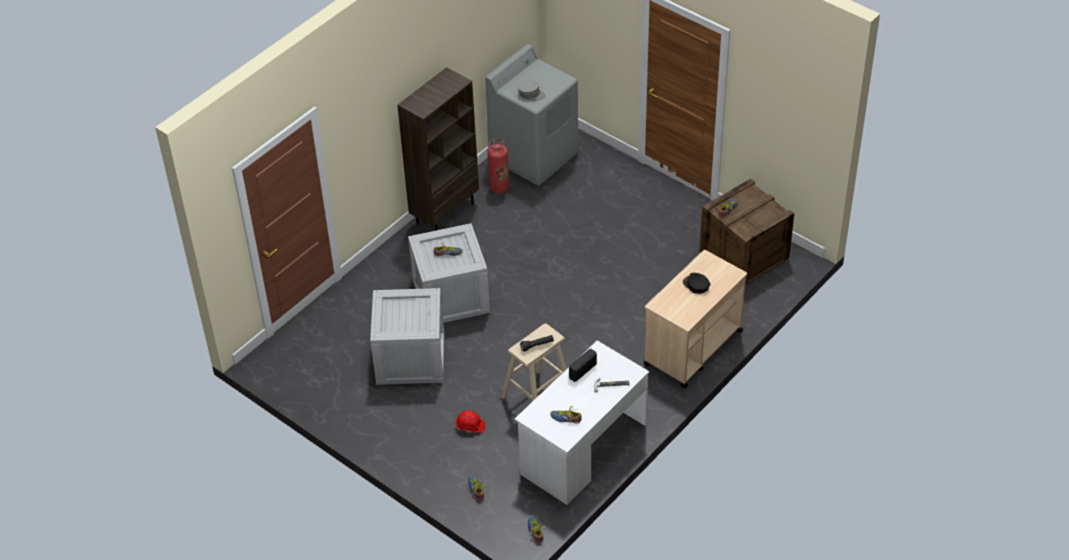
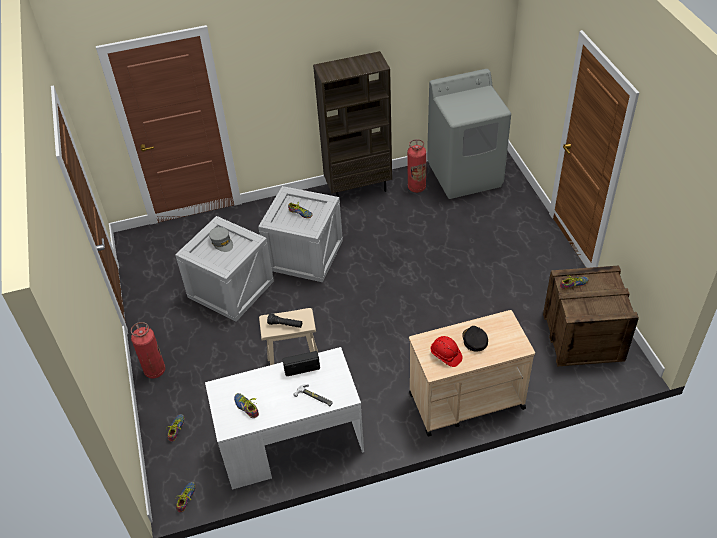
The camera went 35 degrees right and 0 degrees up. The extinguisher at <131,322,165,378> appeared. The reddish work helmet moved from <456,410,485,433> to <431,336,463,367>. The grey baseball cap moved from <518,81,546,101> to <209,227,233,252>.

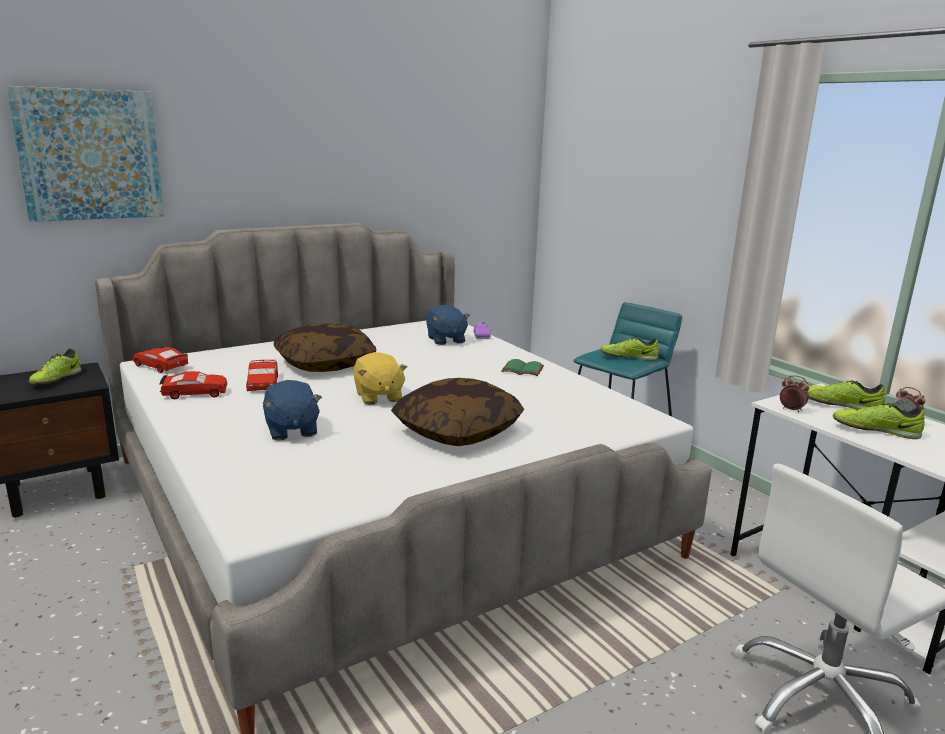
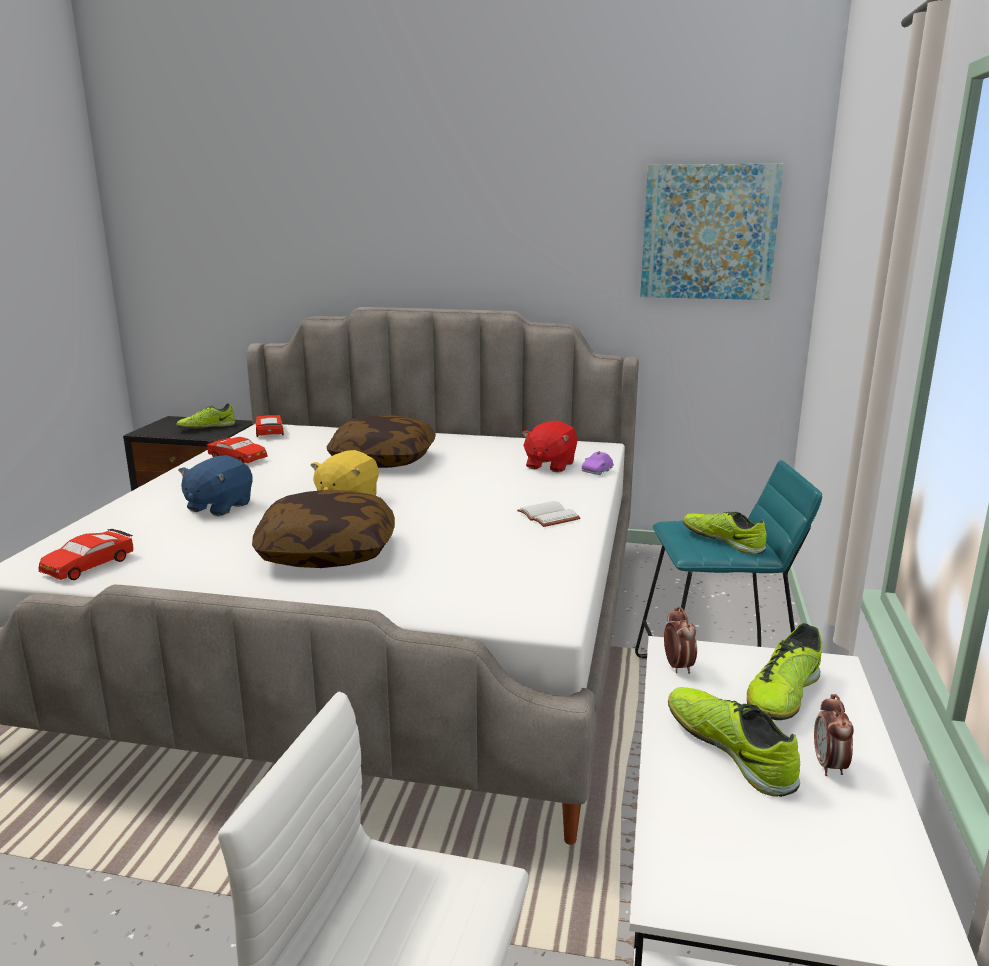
The camera went 45 degrees right and 0 degrees up. The wall picture moved from <6,86,164,222> to <640,164,784,300>. The reddish model car moved from <246,360,278,391> to <39,529,134,580>. The bluish cuddly toy at <426,305,470,345> became the reddish cuddly toy at <522,421,577,472>. The greenish bound book at <501,359,544,376> became the white-coloured bound book at <517,501,580,527>. The item of footwear at <808,380,885,410> turned 120 degrees counterclockwise.

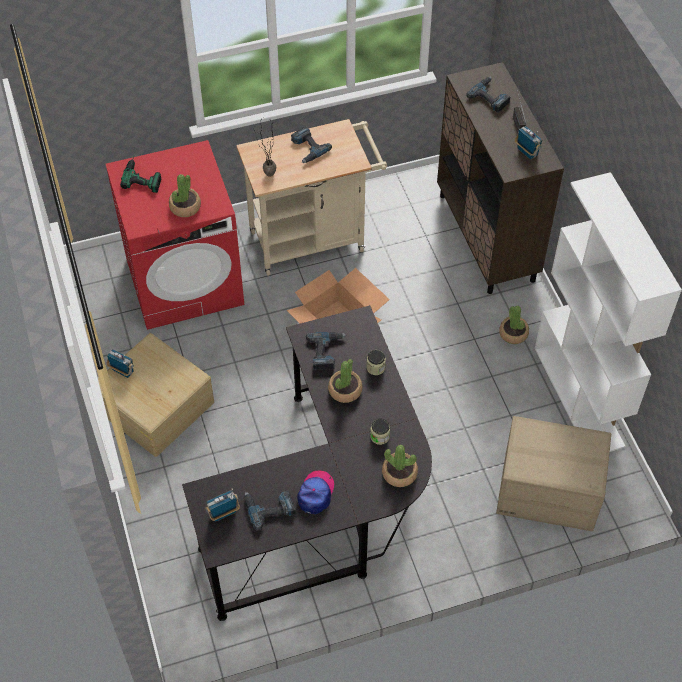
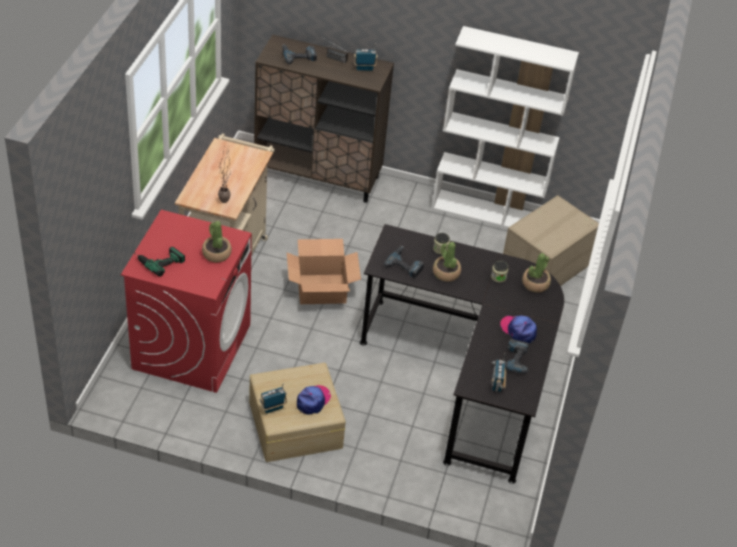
The camera went 60 degrees left and 10 degrees down. The power drill at <291,127,332,163> disappeared. The plant in a pot at <499,306,529,344> disappeared. The baseball cap at <297,385,331,415> appeared.

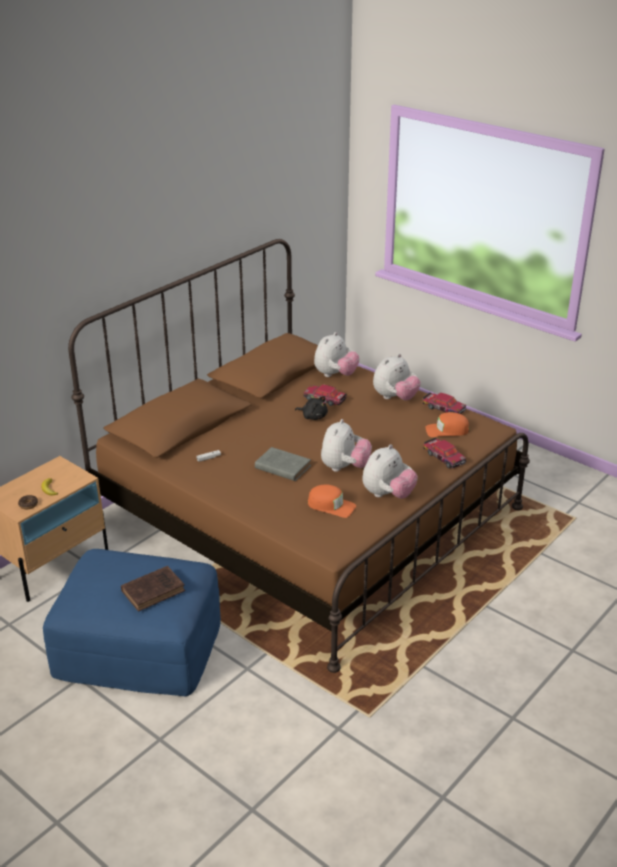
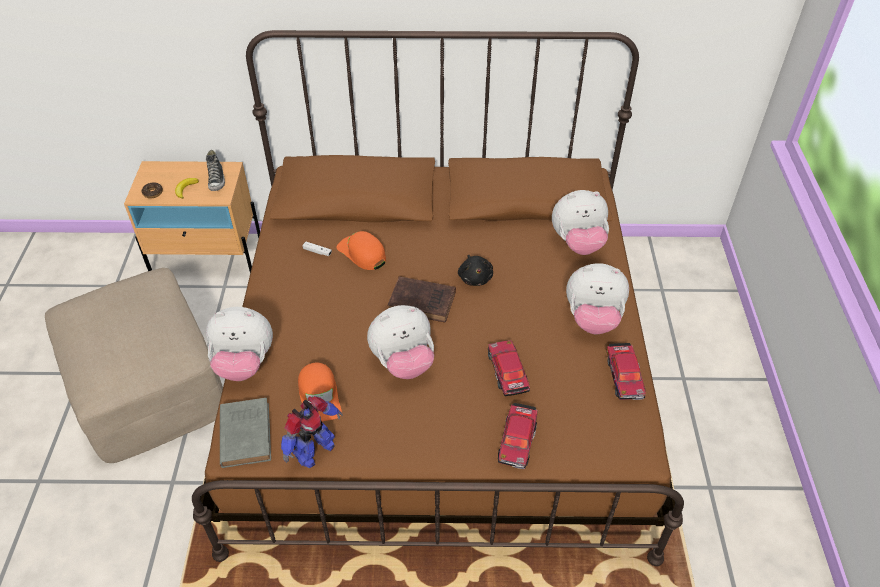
The camera went 50 degrees right and 15 degrees up. The item of footwear at <206,150,225,191> appeared. The toy robot at <281,396,343,468> appeared. The brown bound book moved from <121,566,185,612> to <388,276,456,323>. The grey bound book moved from <255,447,311,481> to <220,398,271,468>. The model car moved from <304,384,347,406> to <488,340,530,396>. The cuddly toy moved from <362,444,418,499> to <206,307,273,381>. The orangey baseball cap moved from <425,412,469,437> to <336,231,386,270>. The bluish footrest at <43,549,221,696> became the sand-coloured footrest at <45,268,223,463>.

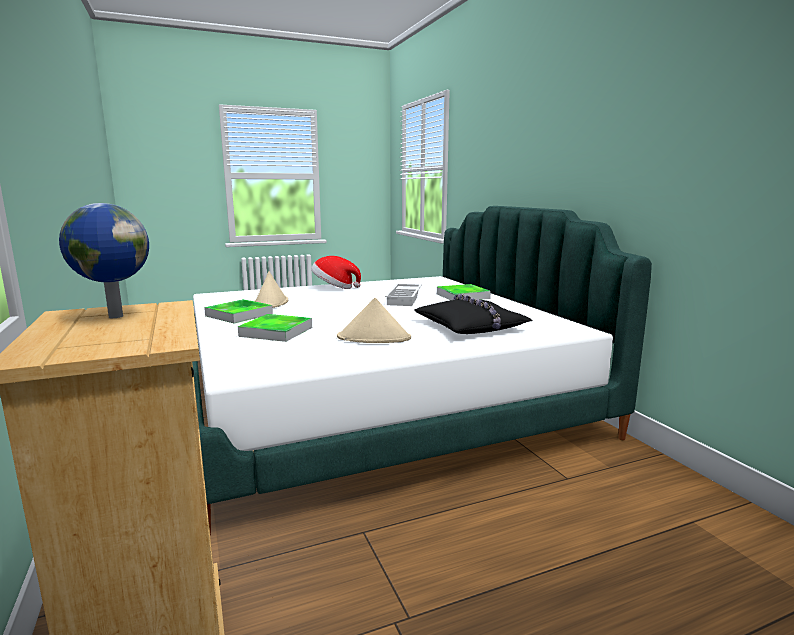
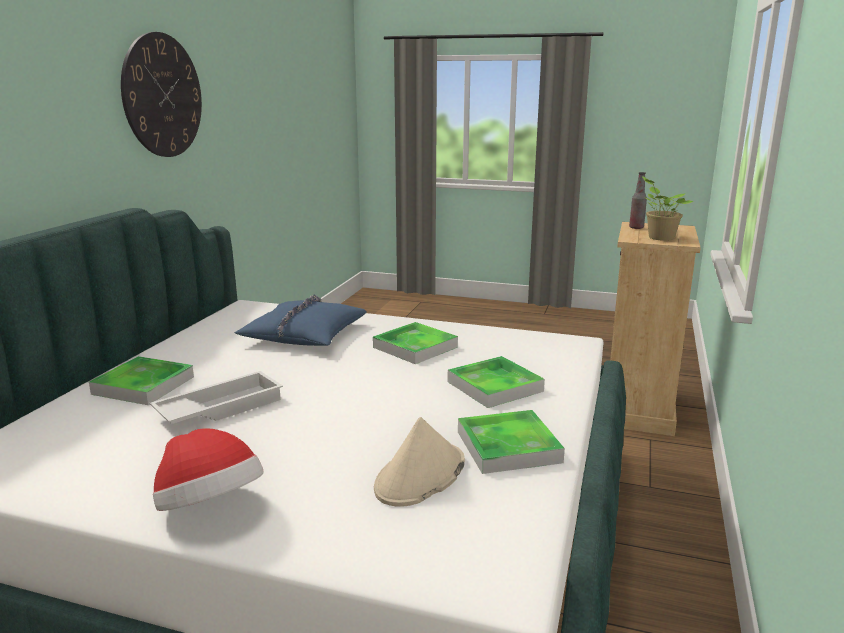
The camera went 140 degrees left and 5 degrees up. The wall clock at <121,32,202,157> appeared. The drink bottle at <629,172,647,229> appeared. The globe at <59,203,149,318> was replaced by the plant in a pot at <642,176,693,241>. The sand-coloured clothing hat at <337,298,411,343> was replaced by the tray at <373,322,458,364>. The black cushion at <414,294,533,334> became the bluish cushion at <234,294,366,346>.

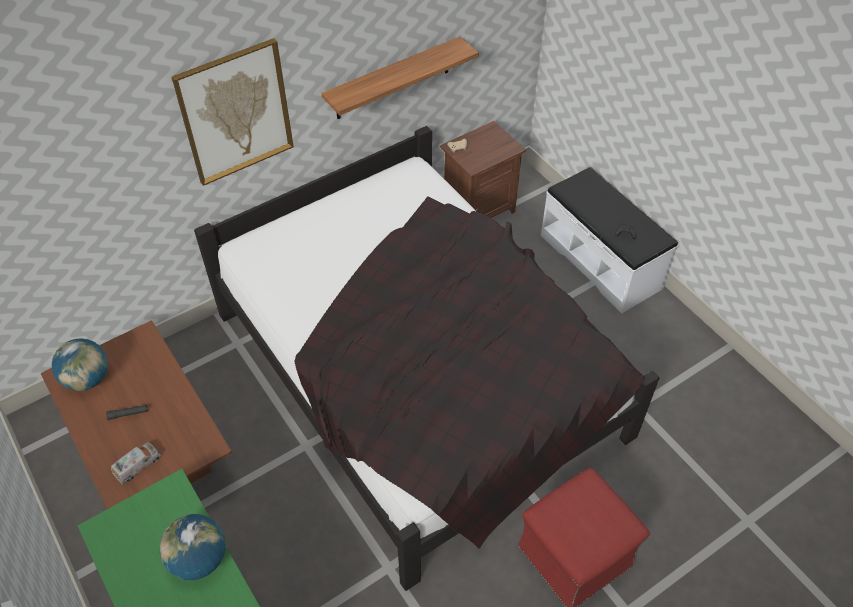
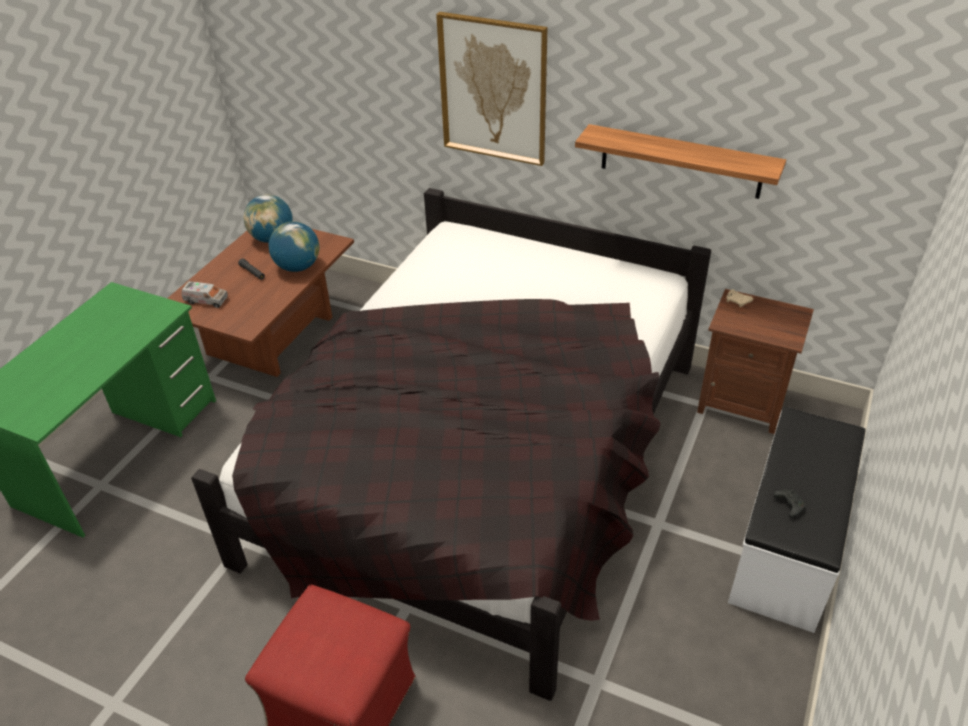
The camera went 60 degrees right and 10 degrees down. The globe moved from <159,514,226,580> to <269,222,320,272>.

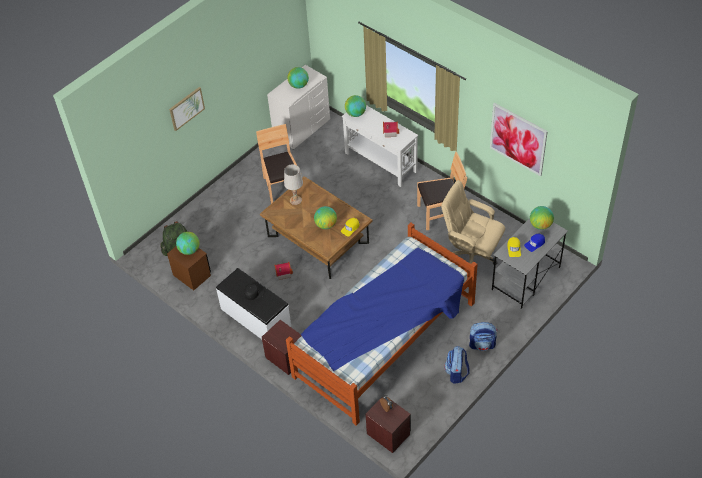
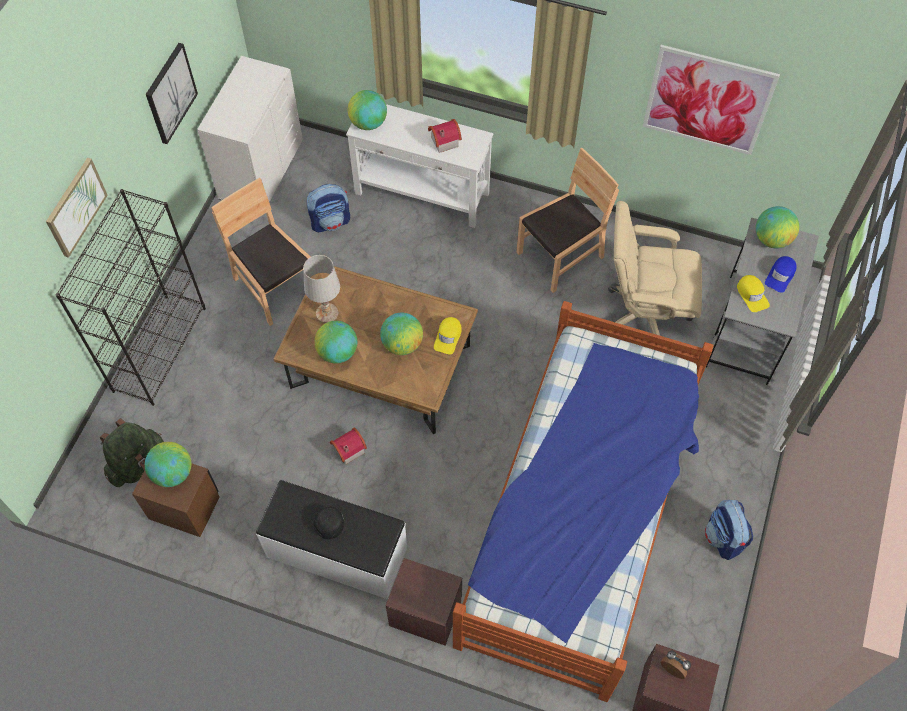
The camera went 25 degrees left and 10 degrees up. The black bookcase at <55,189,206,406> appeared. The wall picture at <146,43,198,144> appeared. The globe moved from <287,67,309,89> to <314,321,357,363>. The knapsack moved from <469,322,497,351> to <307,184,350,232>.

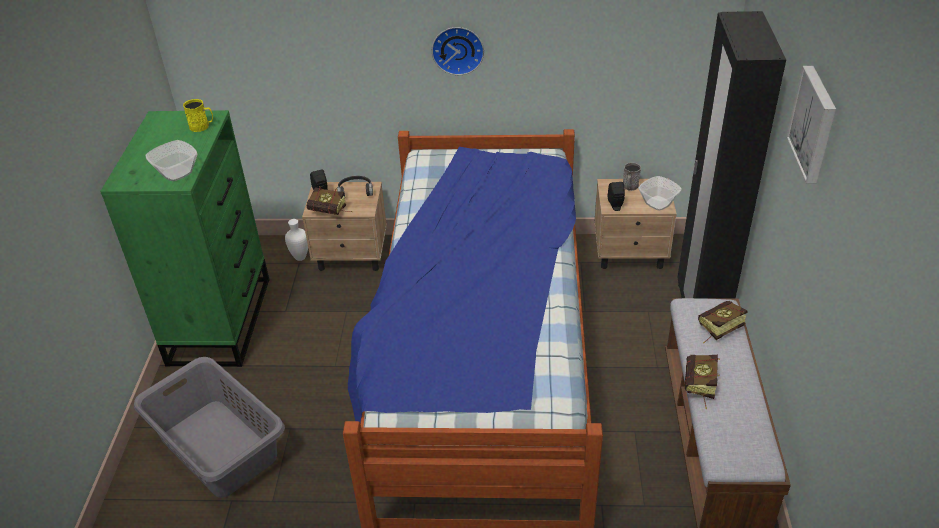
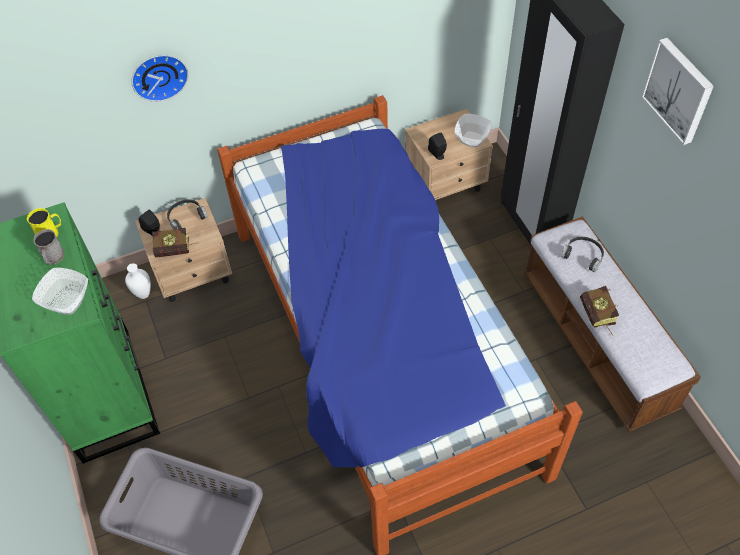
The camera went 25 degrees left and 15 degrees up. The wall clock moved from <432,27,484,75> to <131,55,188,102>. The grey tea mug moved from <623,163,641,191> to <33,229,64,265>. The bound book at <698,301,748,344> was replaced by the black headset at <561,237,604,272>.

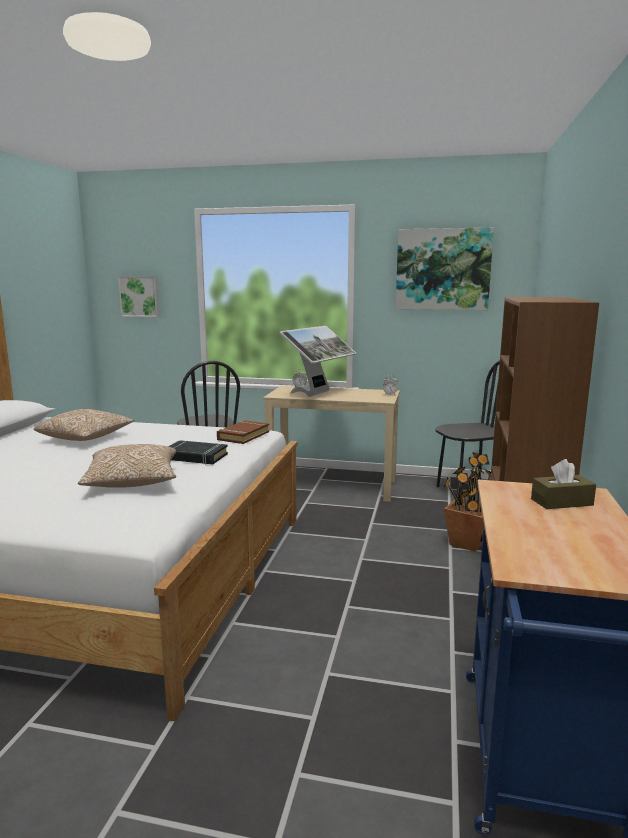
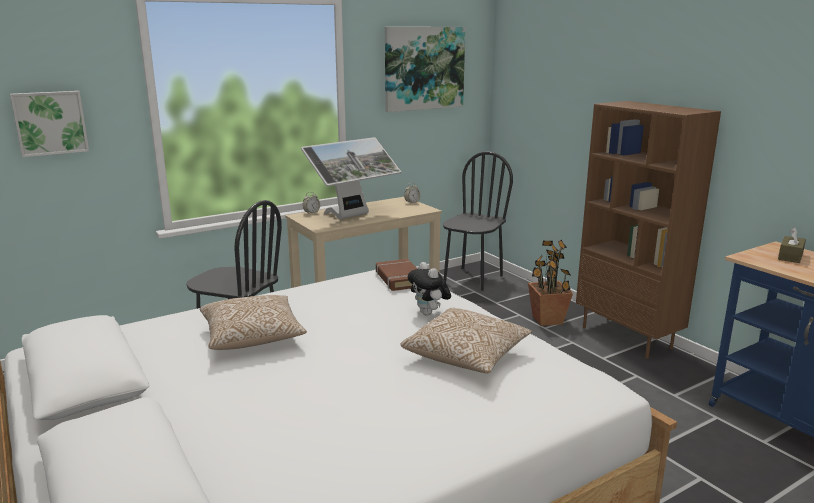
The camera went 45 degrees left and 5 degrees up. The black bound book at <168,440,228,465> was replaced by the cuddly toy at <407,262,451,316>. The monitor at <280,326,356,397> turned 60 degrees clockwise.

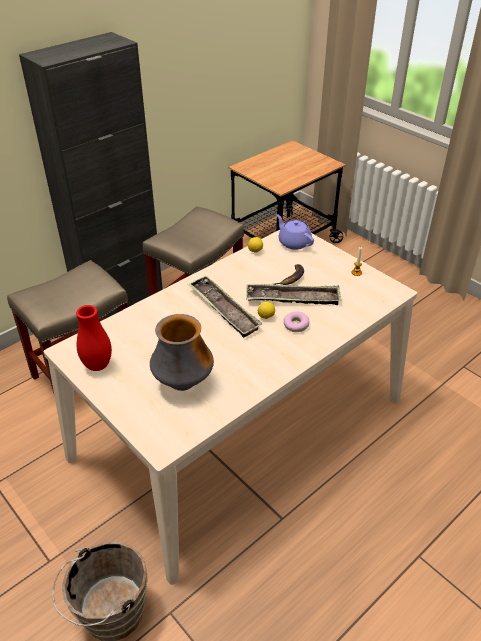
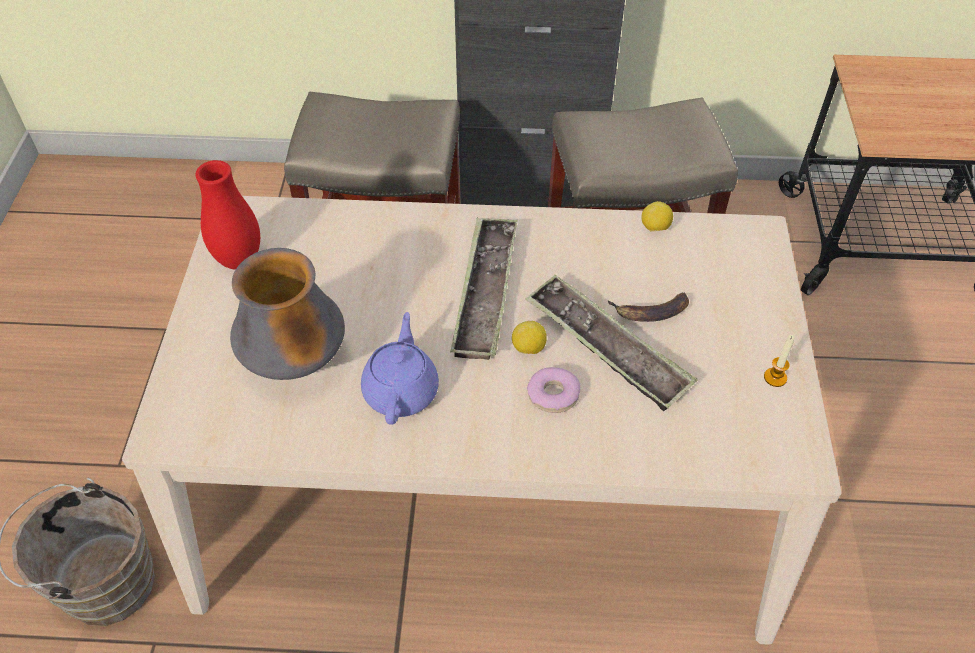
The camera went 45 degrees right and 10 degrees up. The purple-coloured pot for tea moved from <276,214,314,250> to <361,312,439,425>.

